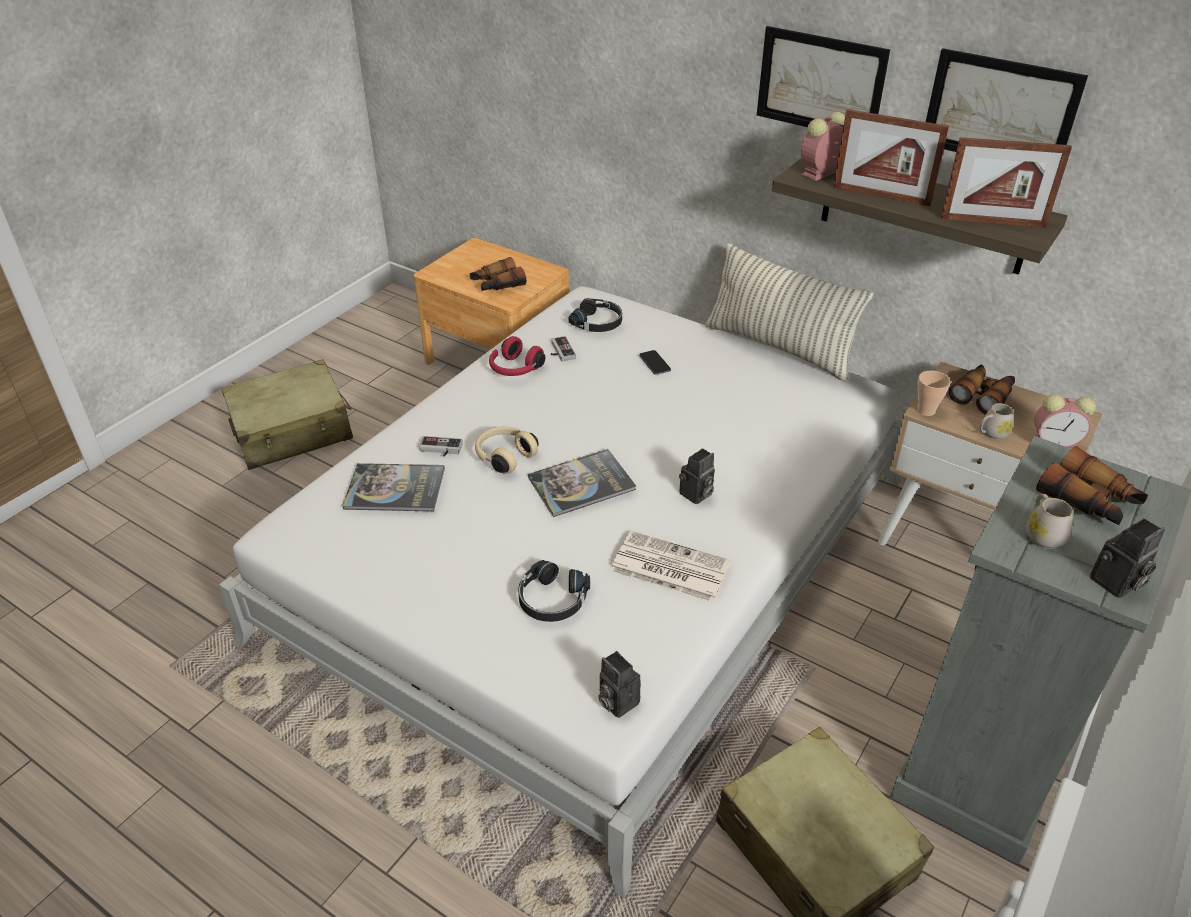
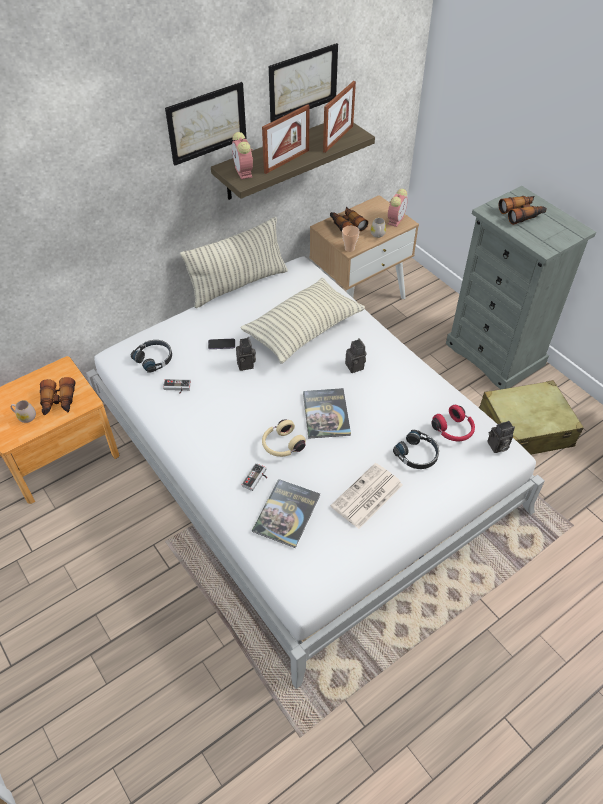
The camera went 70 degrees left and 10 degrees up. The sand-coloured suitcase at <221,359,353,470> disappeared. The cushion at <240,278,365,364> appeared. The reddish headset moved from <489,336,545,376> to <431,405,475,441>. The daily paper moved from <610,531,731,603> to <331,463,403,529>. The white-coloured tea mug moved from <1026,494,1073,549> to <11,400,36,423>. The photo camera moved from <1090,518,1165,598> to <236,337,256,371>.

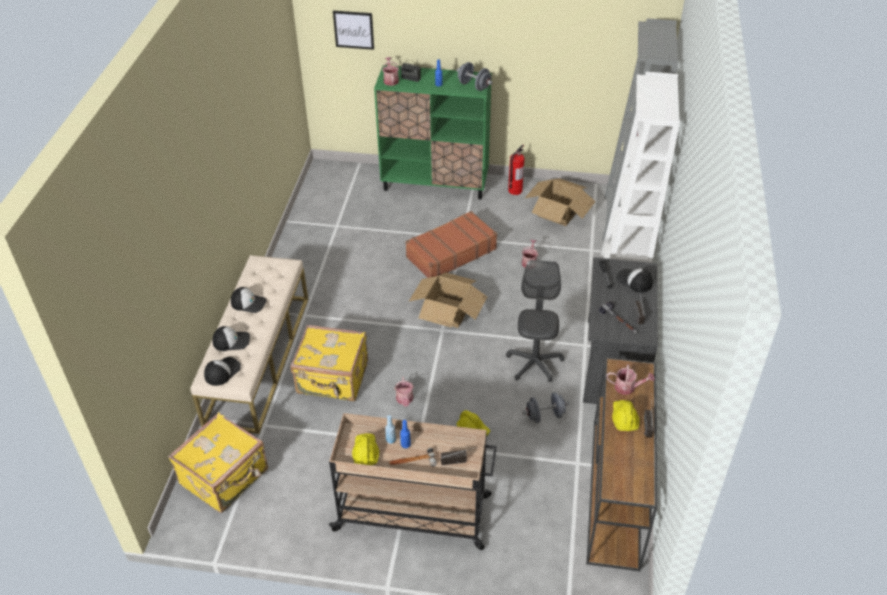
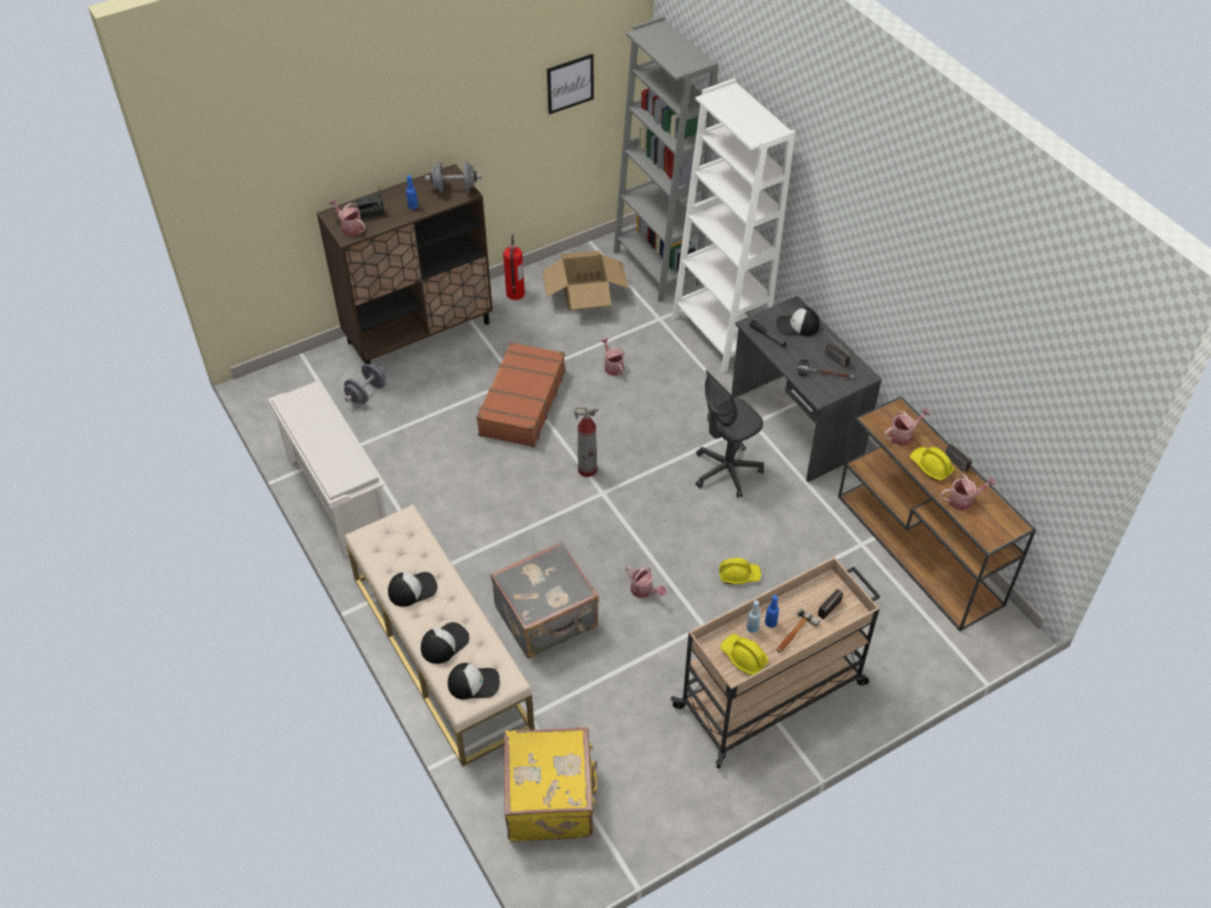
The camera went 40 degrees left and 5 degrees up. The white-coloured shoe stand at <268,381,386,557> appeared. The watering pot at <940,474,996,510> appeared. The wall picture moved from <333,11,374,50> to <547,54,594,115>. The grey hand weight moved from <522,392,570,423> to <344,364,386,404>. The packing box at <409,272,487,328> was replaced by the extinguisher at <574,407,598,477>. The yellow suitcase at <290,325,368,401> became the grey suitcase at <490,542,599,659>. The greenish cabinet at <374,65,492,199> became the brown cabinet at <317,164,493,364>. The baseball cap at <204,357,241,386> turned 90 degrees clockwise. The grey desk chair at <506,260,565,382> turned 90 degrees counterclockwise.

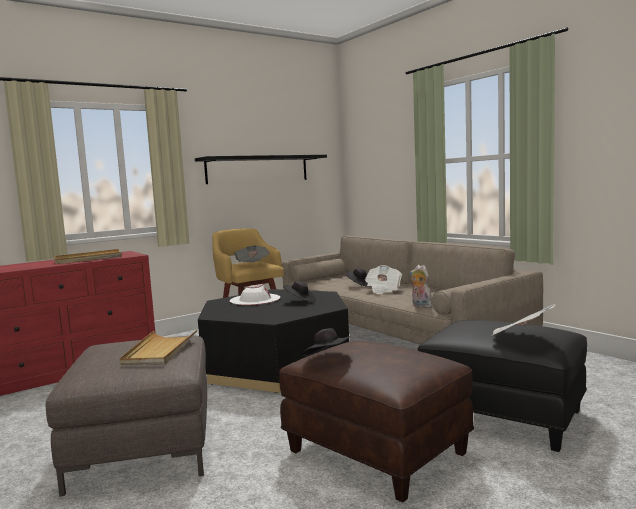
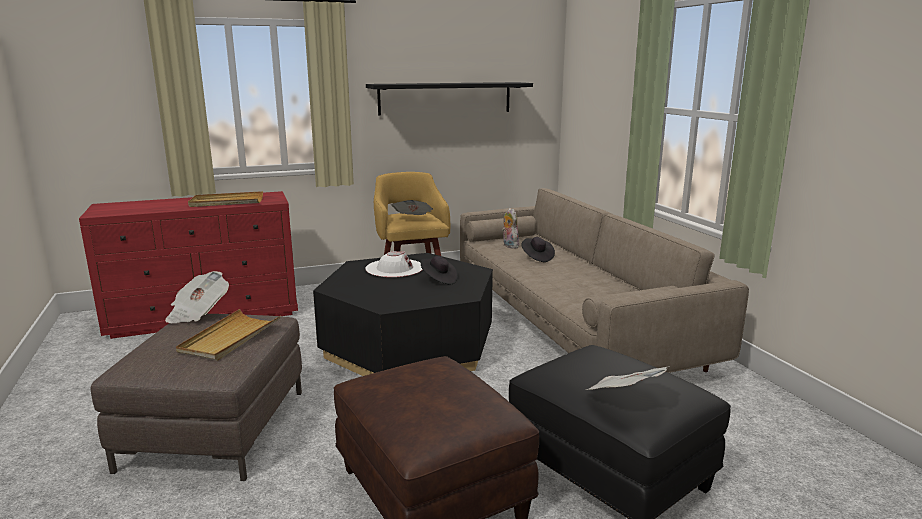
The camera went 15 degrees right and 10 degrees up. The black clothing hat at <301,328,350,356> disappeared. The daily paper moved from <365,265,402,294> to <165,271,229,323>. The cuddly toy moved from <410,265,432,308> to <502,208,519,249>.

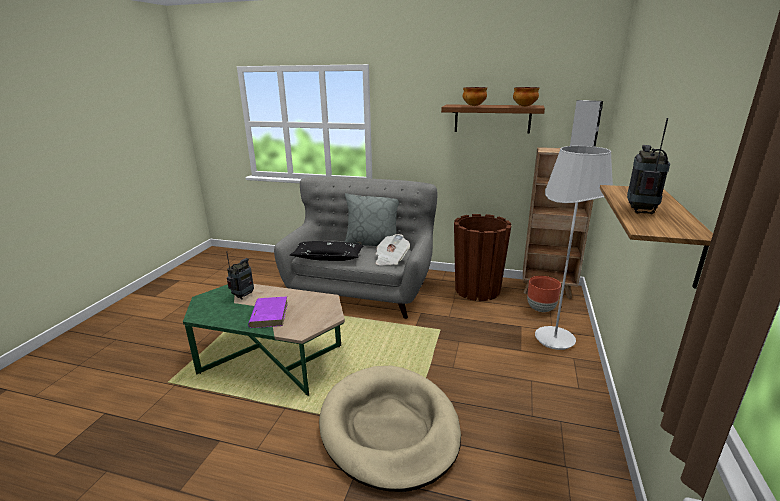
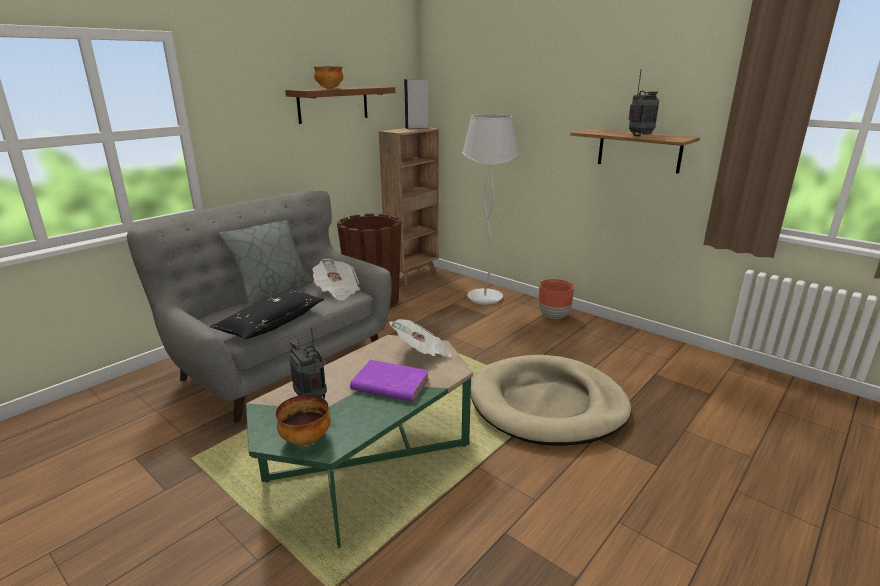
The camera went 65 degrees left and 0 degrees up. The daily paper at <389,319,452,357> appeared. The bowl moved from <513,87,539,107> to <276,395,330,446>. The brown flower pot moved from <527,276,561,312> to <539,279,574,319>. The radio set at <627,118,670,214> turned 105 degrees clockwise.

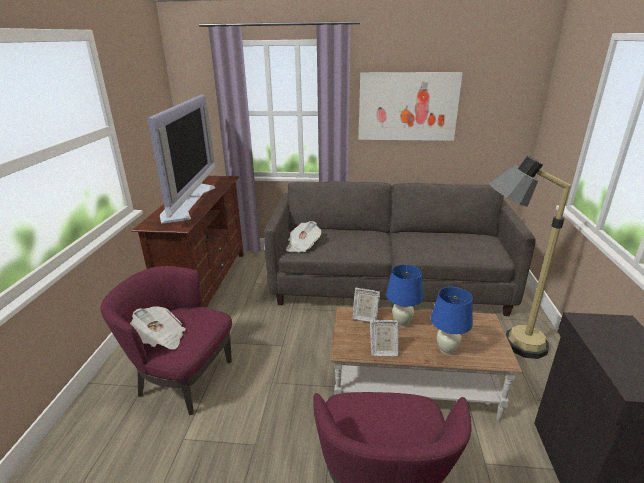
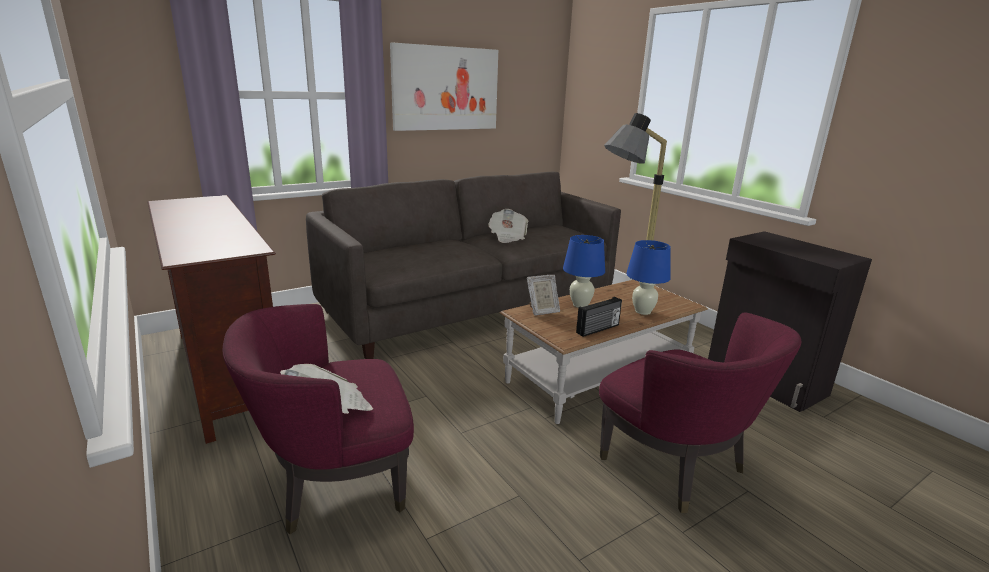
The camera went 40 degrees left and 5 degrees down. The television at <147,95,215,223> disappeared. The daily paper moved from <286,221,321,253> to <488,209,528,243>. The standing frame at <370,320,399,357> was replaced by the radio set at <576,297,622,337>.

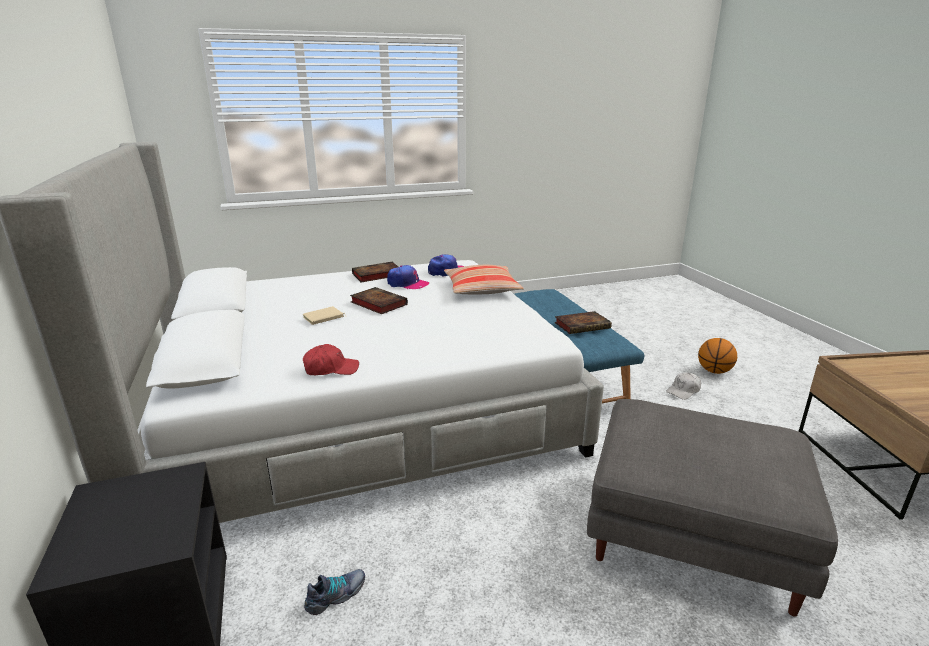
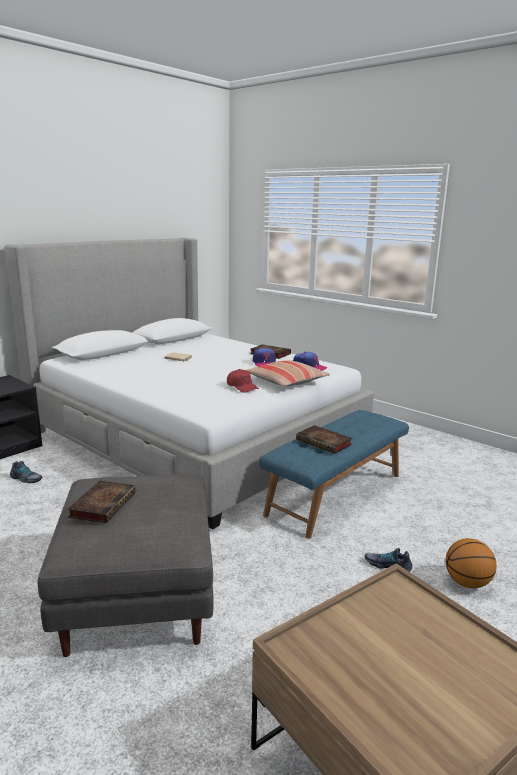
The camera went 60 degrees right and 5 degrees down. The reddish baseball cap moved from <303,344,359,375> to <227,369,259,393>. The bound book moved from <350,287,408,314> to <67,481,136,523>. The white-coloured baseball cap at <666,372,701,400> was replaced by the item of footwear at <365,548,412,572>.

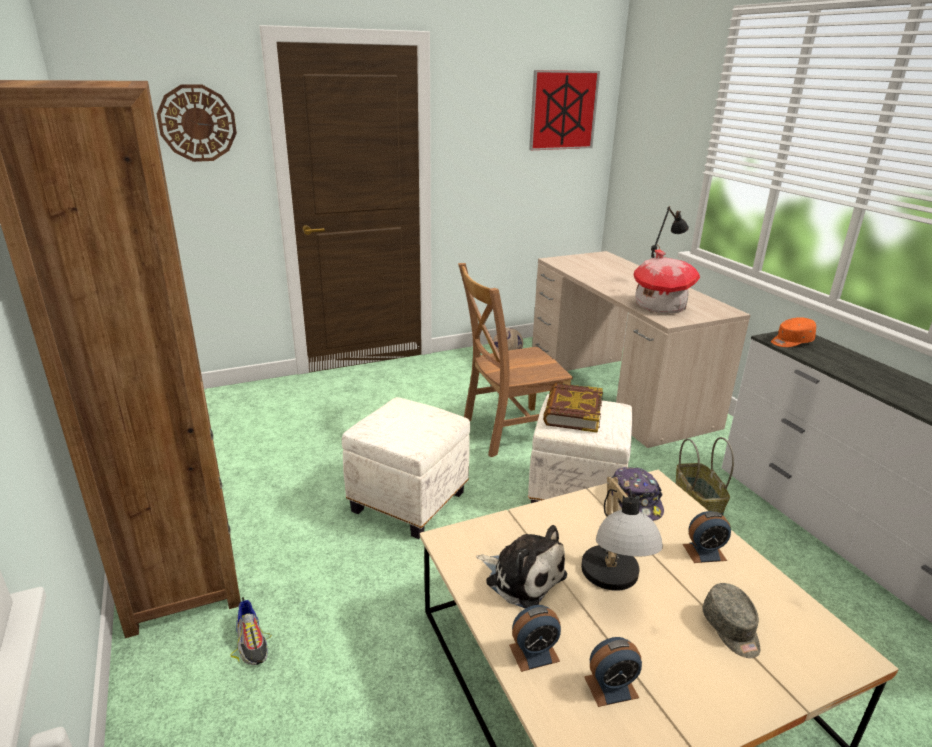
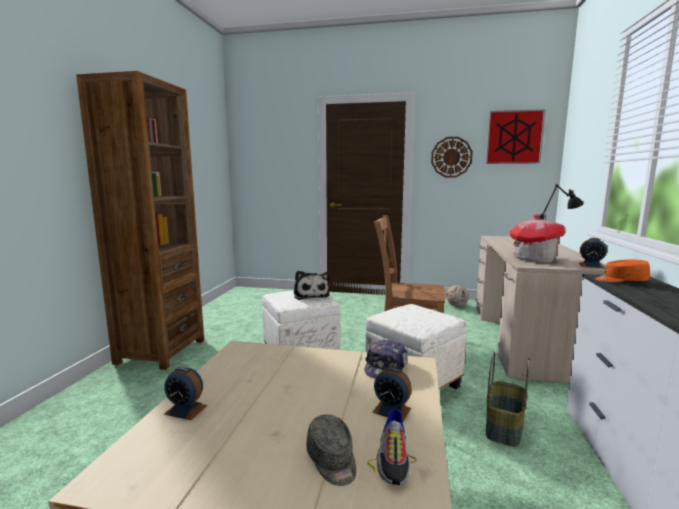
The camera went 35 degrees right and 15 degrees down. The bound book at <543,383,603,433> disappeared. The lamp for a table at <581,477,663,591> disappeared. The wall clock moved from <157,84,237,162> to <431,137,473,177>. The item of footwear moved from <231,597,271,665> to <367,406,416,485>. The cuddly toy moved from <476,525,567,609> to <294,271,330,300>. The bedside clock moved from <584,637,642,707> to <578,238,607,268>. The grey baseball cap at <702,583,760,658> turned 45 degrees counterclockwise.

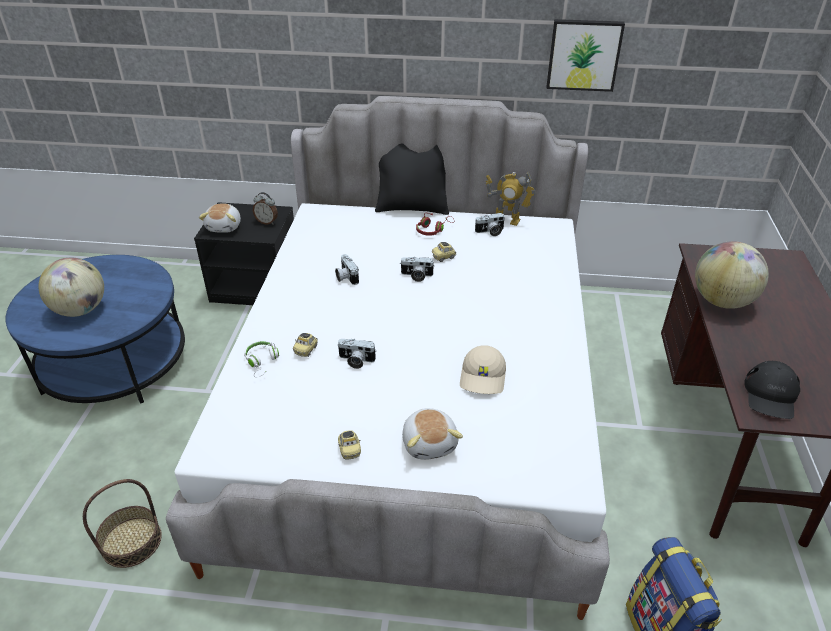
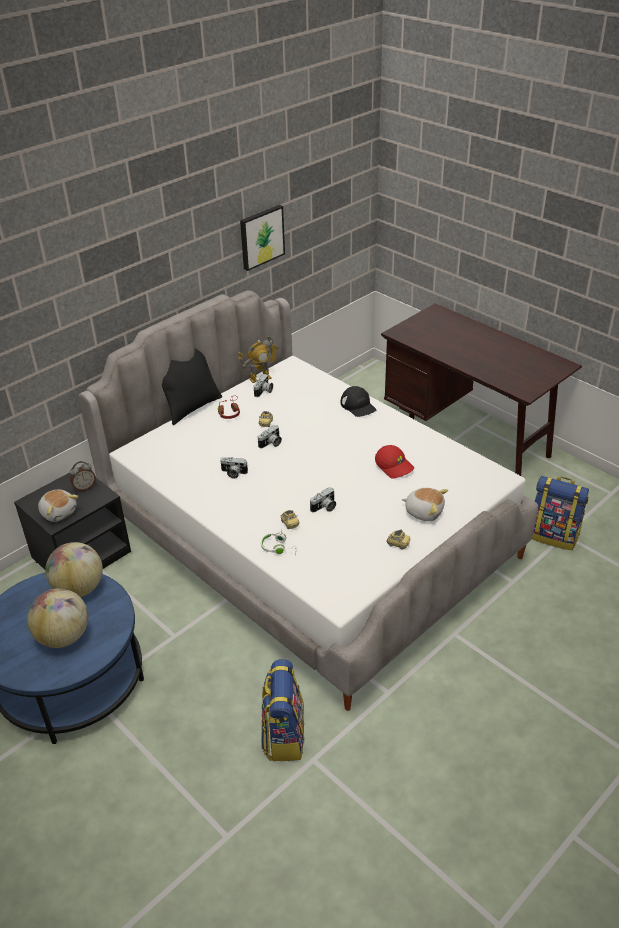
The camera went 50 degrees left and 0 degrees up. The globe moved from <695,241,769,309> to <45,542,103,597>. The black baseball cap moved from <744,361,800,419> to <341,386,377,417>. The household basket at <83,479,162,568> was replaced by the knapsack at <261,659,304,761>. The sand-coloured baseball cap at <460,345,506,394> became the reddish baseball cap at <375,445,414,479>.

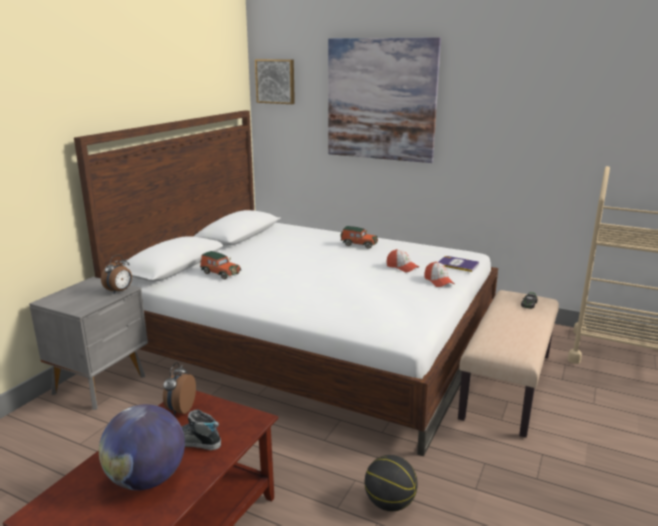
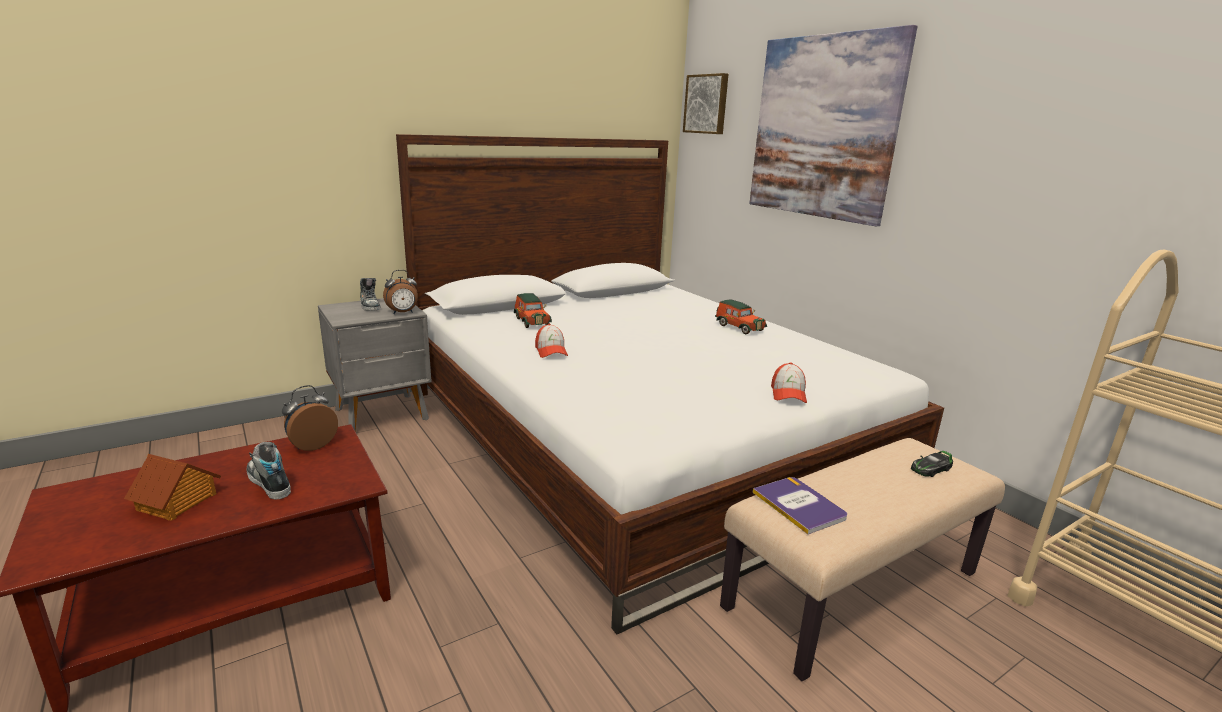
The camera went 30 degrees right and 0 degrees up. The basketball at <365,455,418,511> disappeared. The item of footwear at <360,278,381,311> appeared. The baseball cap moved from <387,249,419,272> to <535,324,568,358>. The bound book moved from <438,256,479,272> to <753,477,847,534>. The globe at <99,404,185,490> was replaced by the miniature house at <124,454,221,521>.

